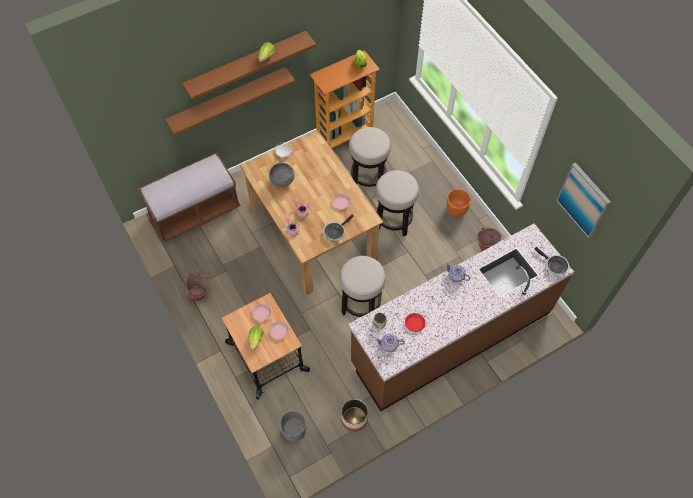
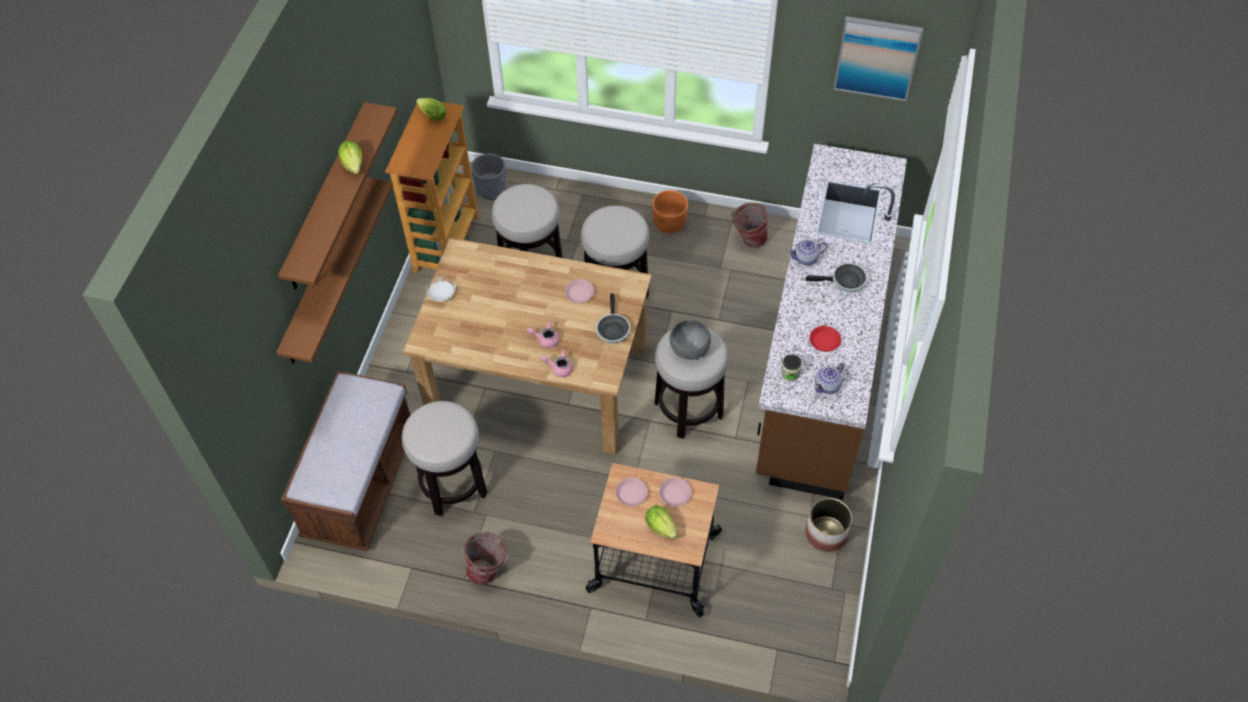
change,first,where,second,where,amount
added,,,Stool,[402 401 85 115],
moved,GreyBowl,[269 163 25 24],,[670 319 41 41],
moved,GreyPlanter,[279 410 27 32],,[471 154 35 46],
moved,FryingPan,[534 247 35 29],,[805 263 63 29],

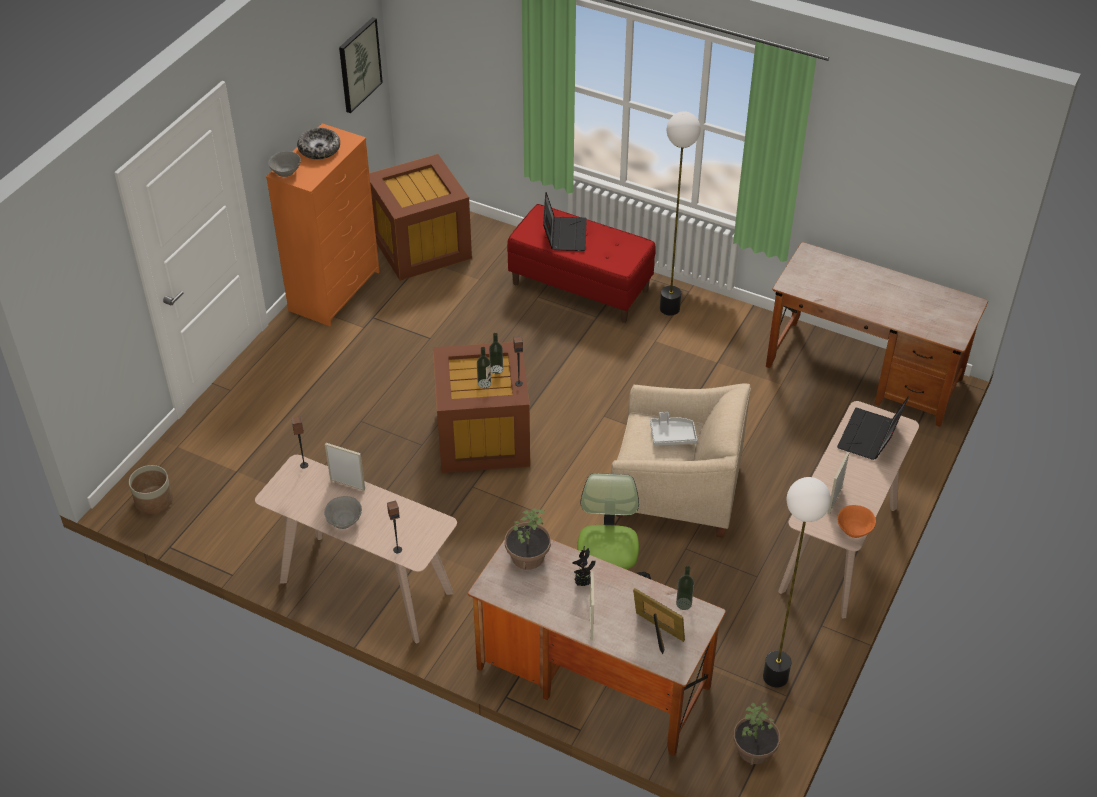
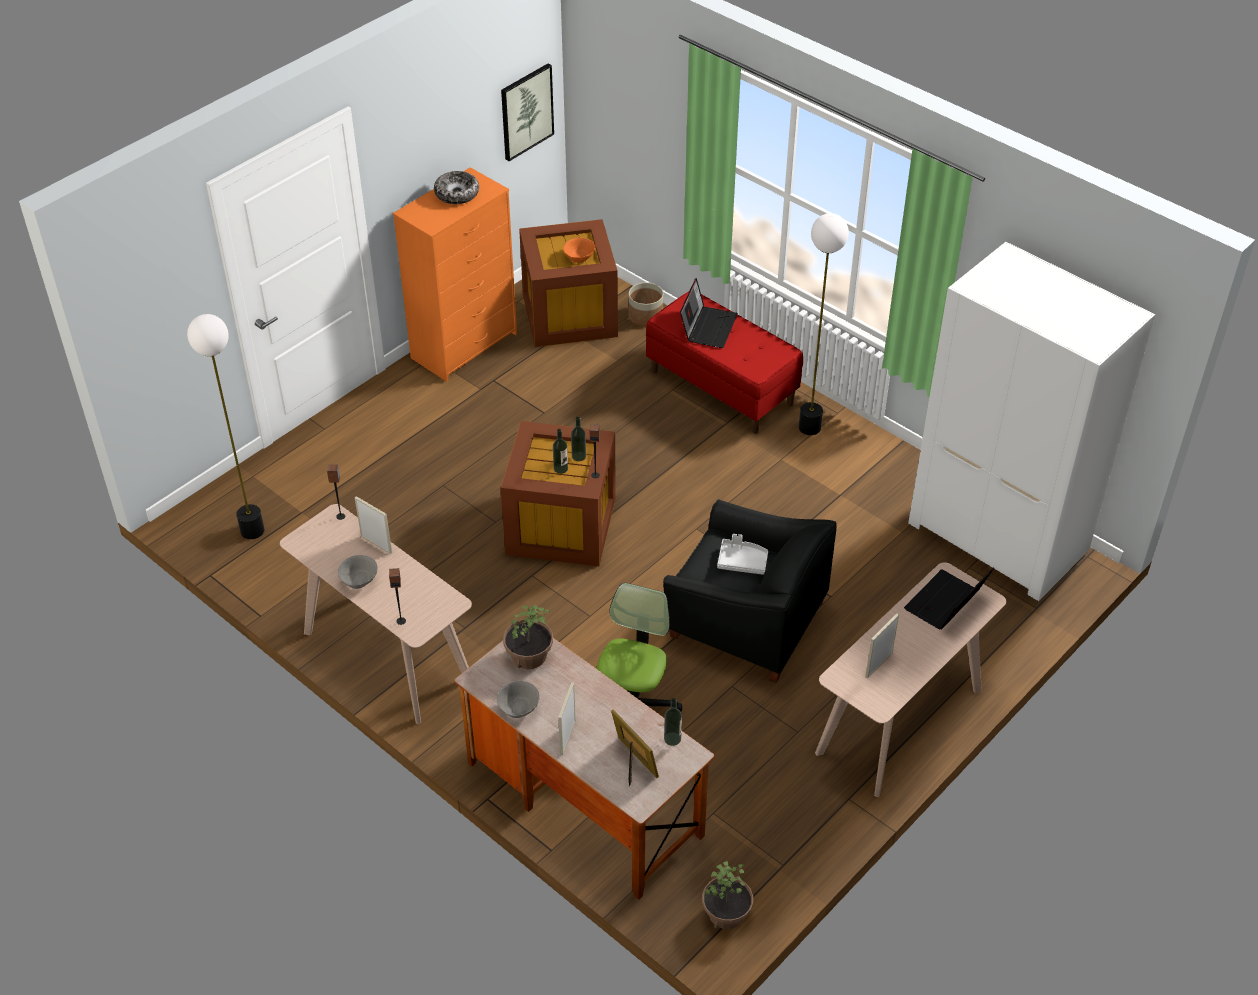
change,first,where,second,where,amount
removed,PottedPlant,[572 546 24 40],,,
moved,Planter,[129 465 44 49],,[629 283 34 44],
moved,GreyBowl,[268 151 33 26],,[497 681 43 37],
moved,FloorLamp,[763 477 68 210],,[187 314 78 225],
moved,OrangeBowl,[837 505 39 33],,[563 238 32 25],
replaced,Desk,[766 242 222 185],WhiteWardrobe,[908 242 247 359],
recoloured,BeigeArmchair,[611 383 140 155],BlackArmchair,[663 499 174 184],

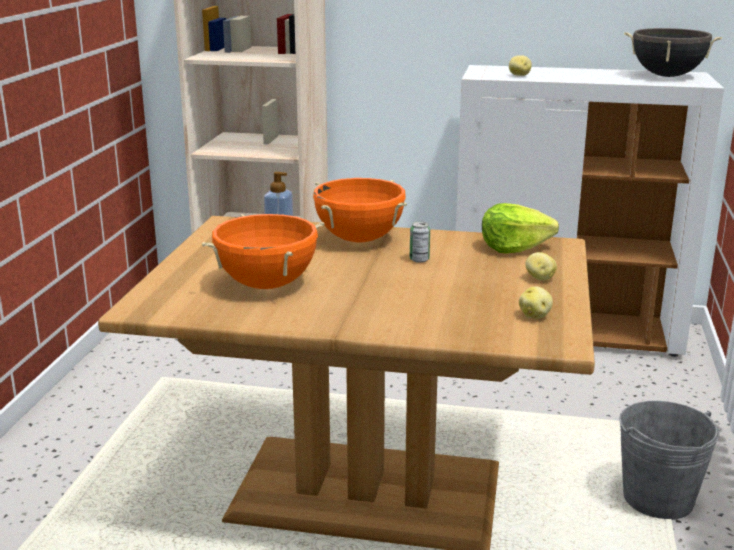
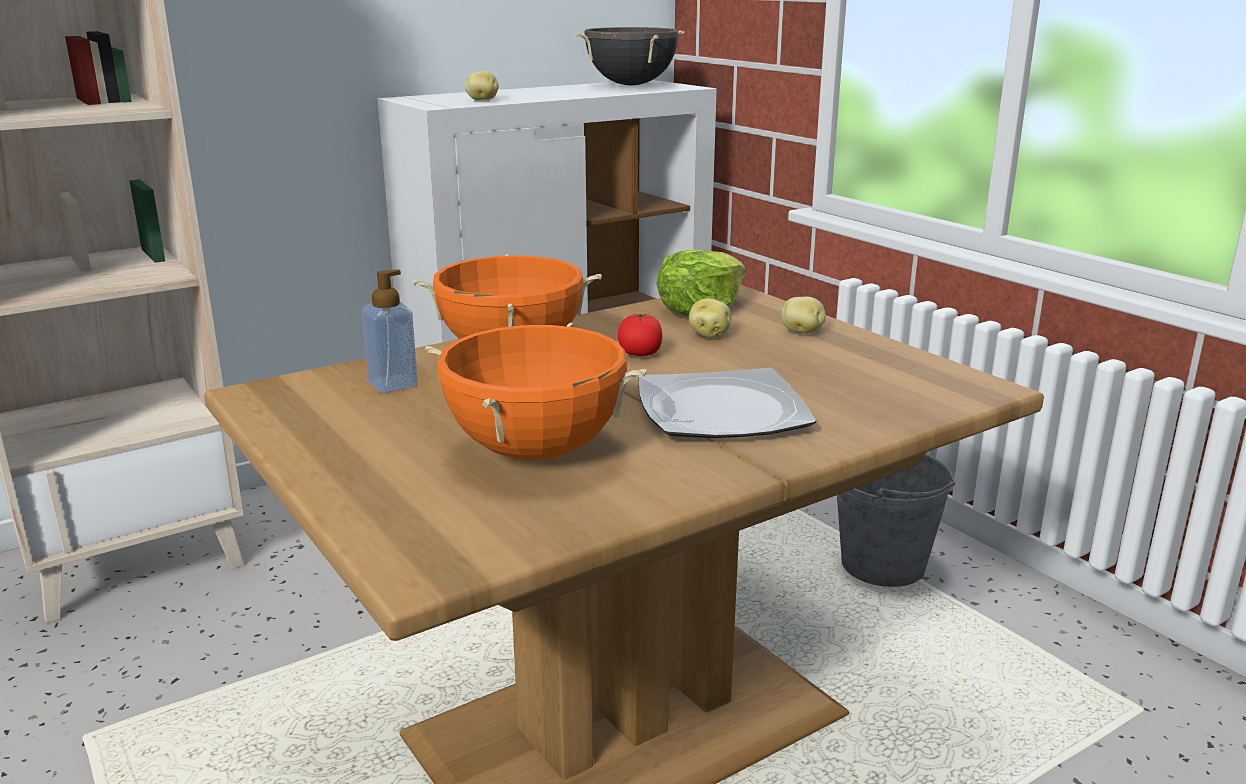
change,first,where,second,where,amount
added,,,Plate,[638 368 178 70],
moved,Potato,[519 286 34 33],,[689 298 42 40],
replaced,Can,[410 221 20 42],Tomato,[618 313 44 43],

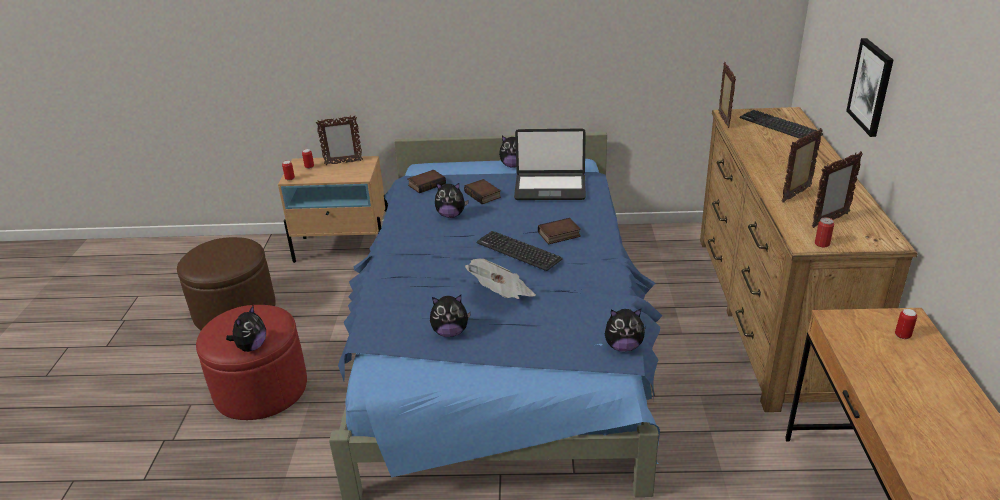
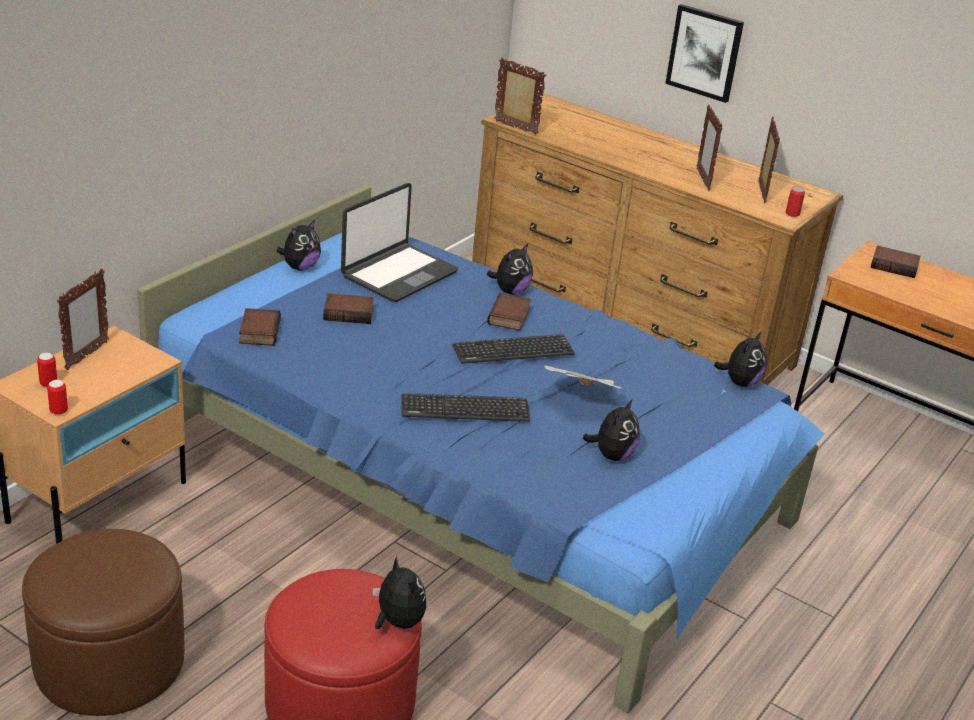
change,first,where,second,where,amount
moved,PlushToy,[435 183 34 35],,[487 244 46 51],
moved,Keyboard,[739 110 84 29],,[401 393 129 29],
replaced,Can,[895 309 22 30],Book,[871 246 49 32],

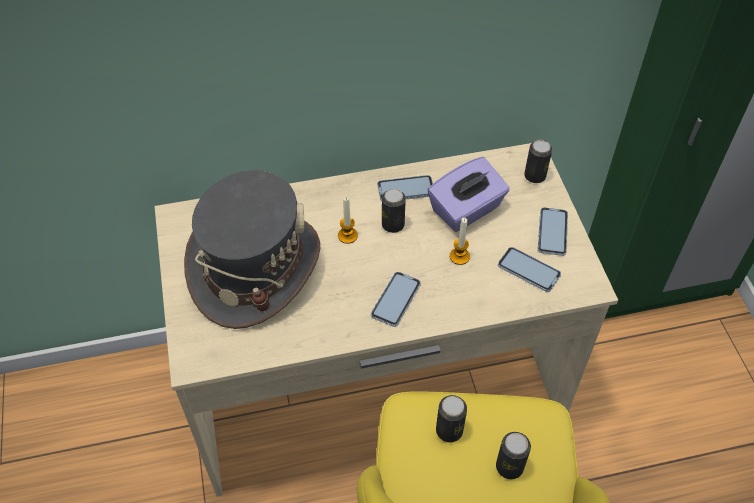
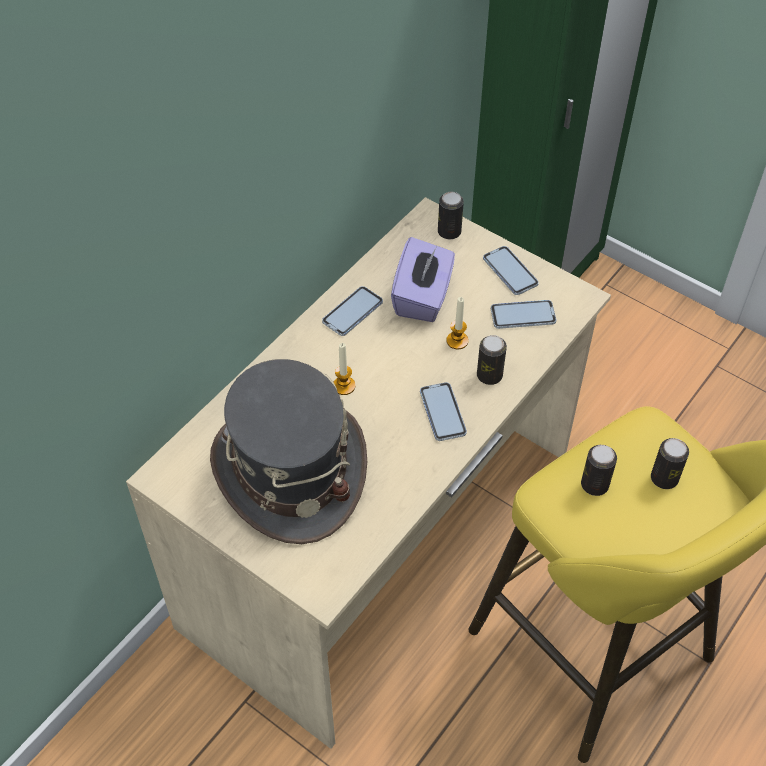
change,first,where,second,where,amount
moved,Can,[382 189 24 44],,[477 335 30 50],

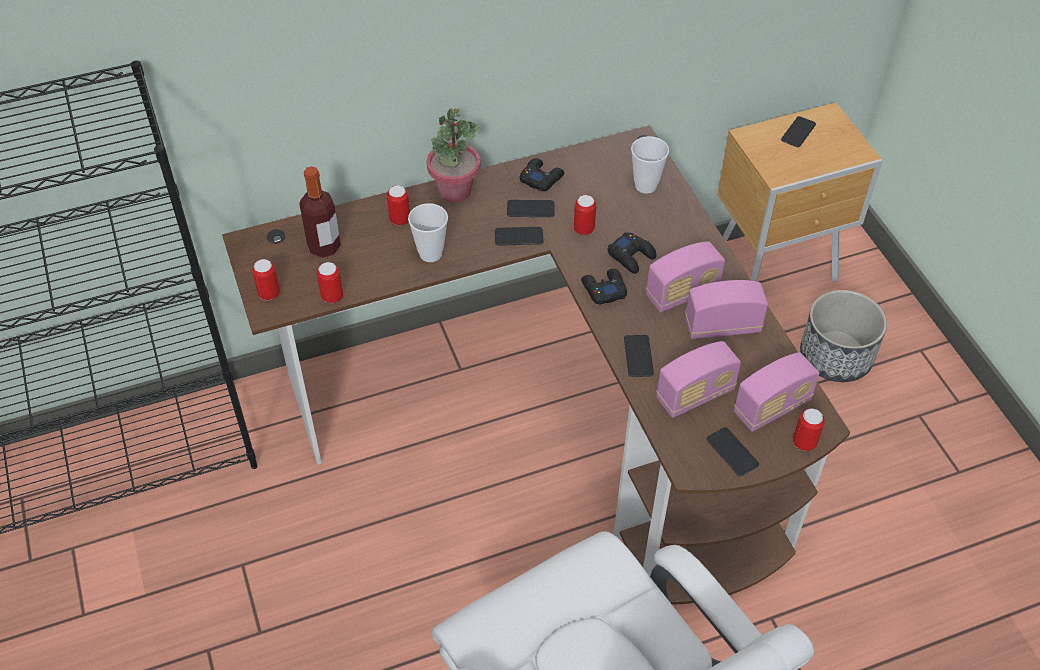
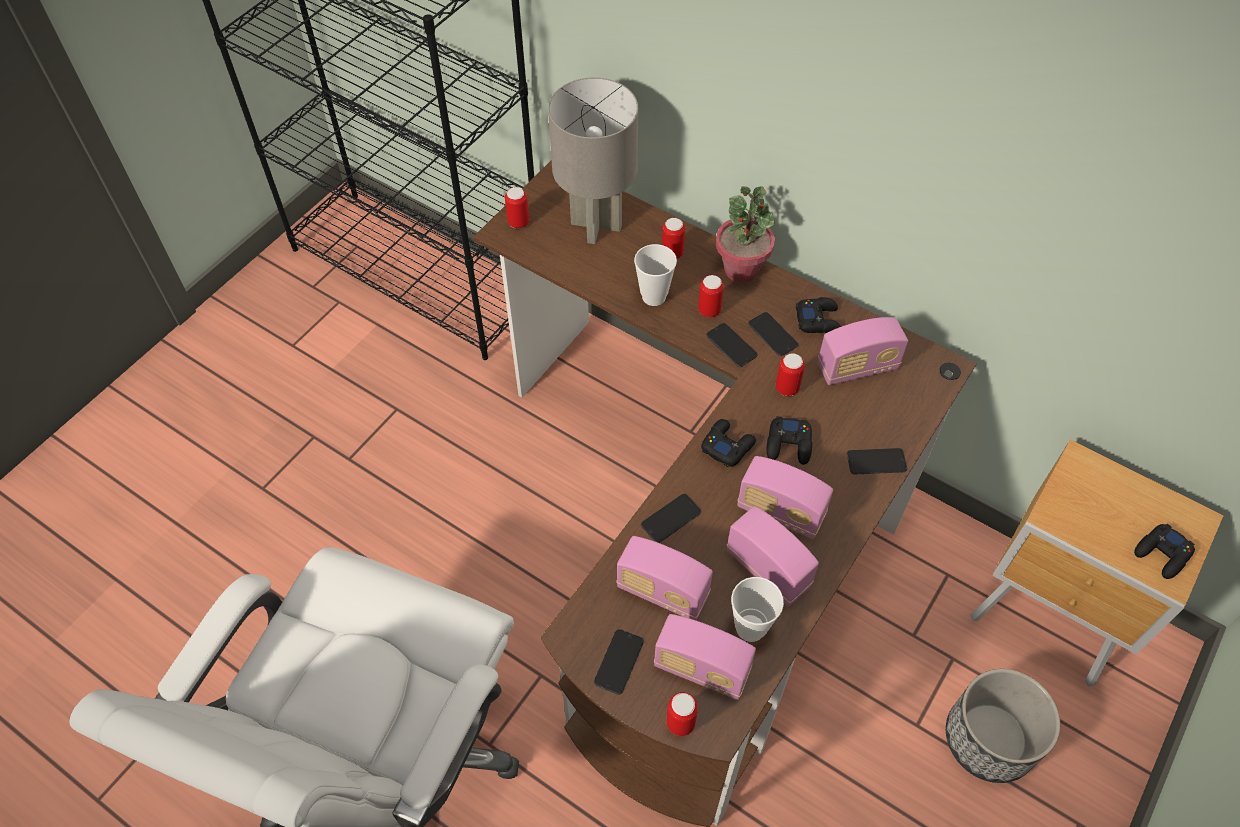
change,first,where,second,where,amount
added,,,Radio,[818 317 90 68],
added,,,BlackGameController,[1134 524 61 55],
moved,Can,[317 262 26 41],,[698 275 26 42],
moved,Cup,[631 136 38 58],,[731 577 53 65],
moved,Phone,[781 116 35 31],,[847 448 60 26],
replaced,Bottle,[299 166 42 92],GreyTableLamp,[548 77 91 167],

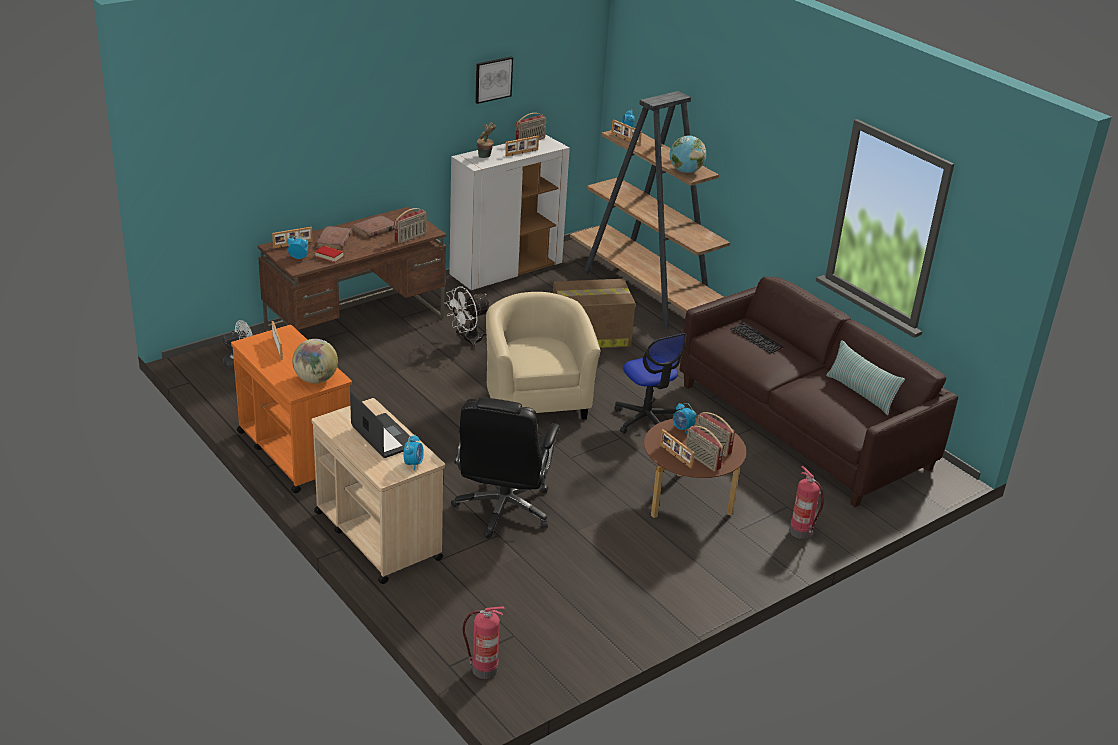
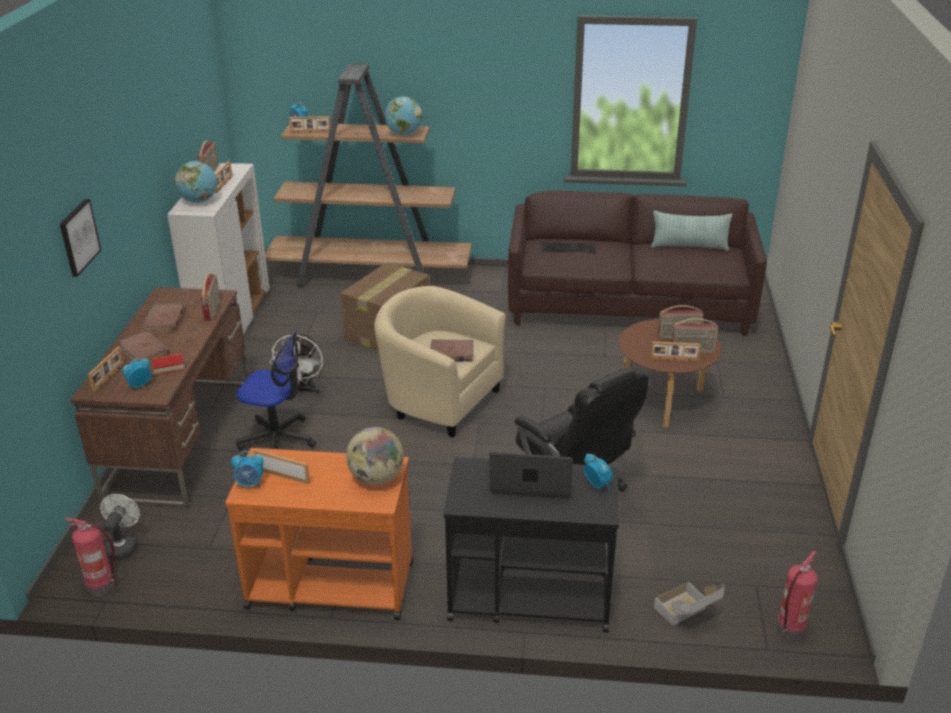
change,first,where,second,where,amount
added,,,BrownBook,[430 339 44 23],
added,,,CardboardBox,[654 582 71 44],
moved,Picture,[475 57 38 47],,[60 199 41 78],
moved,OfficeChair,[615 333 72 101],,[236 328 80 122],
moved,AlarmClock,[673 403 23 31],,[231 451 33 37],
moved,FireExtinguisher,[790 466 34 73],,[64 517 50 79],
replaced,PottedPlant,[477 122 19 36],Globe,[175 161 42 42],
recoloured,BeigeCart,[311 398 134 186],BlackCart,[444 457 175 175],

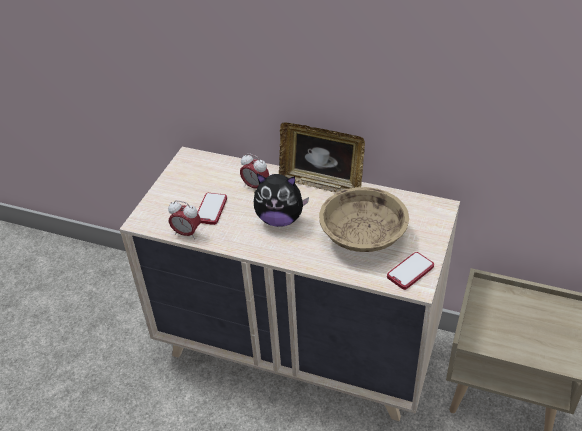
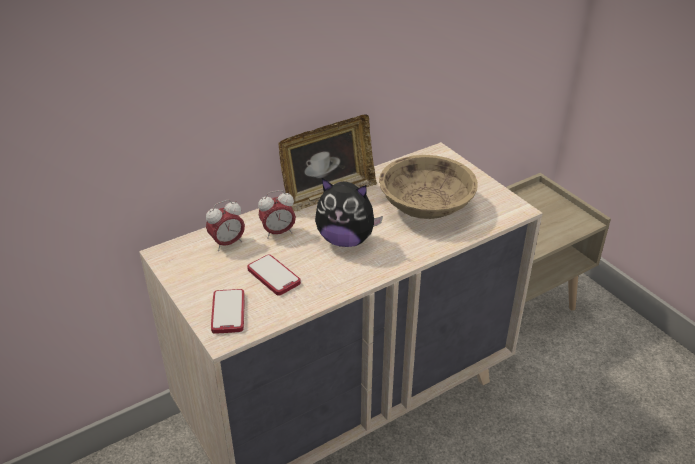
change,first,where,second,where,amount
moved,AlarmClock,[168 200 33 39],,[206 200 39 51],
moved,Phone,[387 252 47 38],,[211 289 34 45],
turned,PlushToy,[254 174 55 53],,[315 178 68 69],60 degrees clockwise

